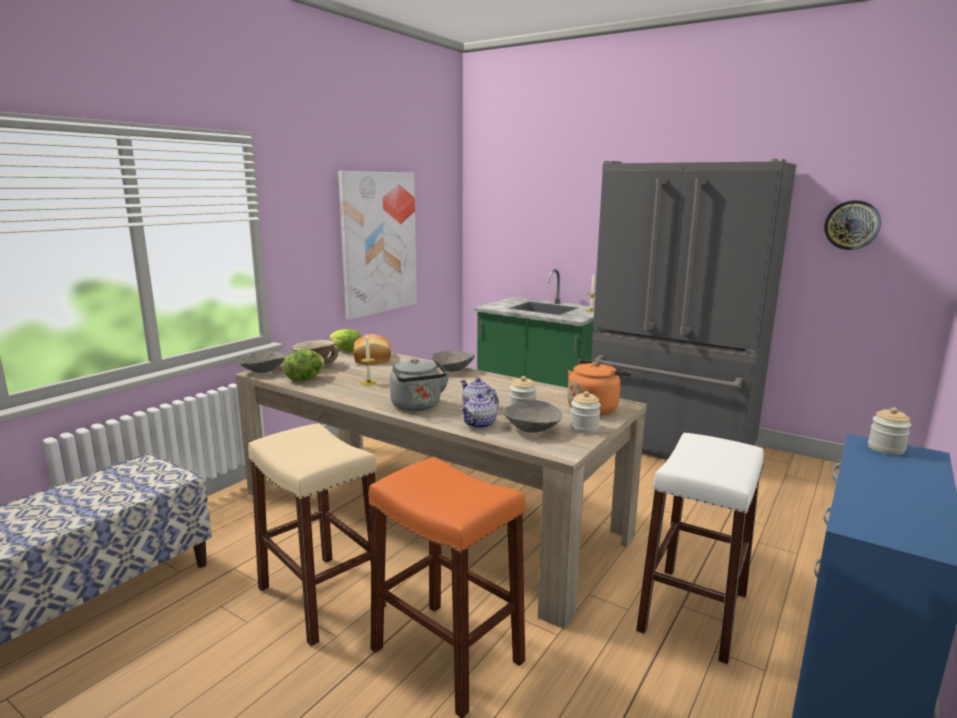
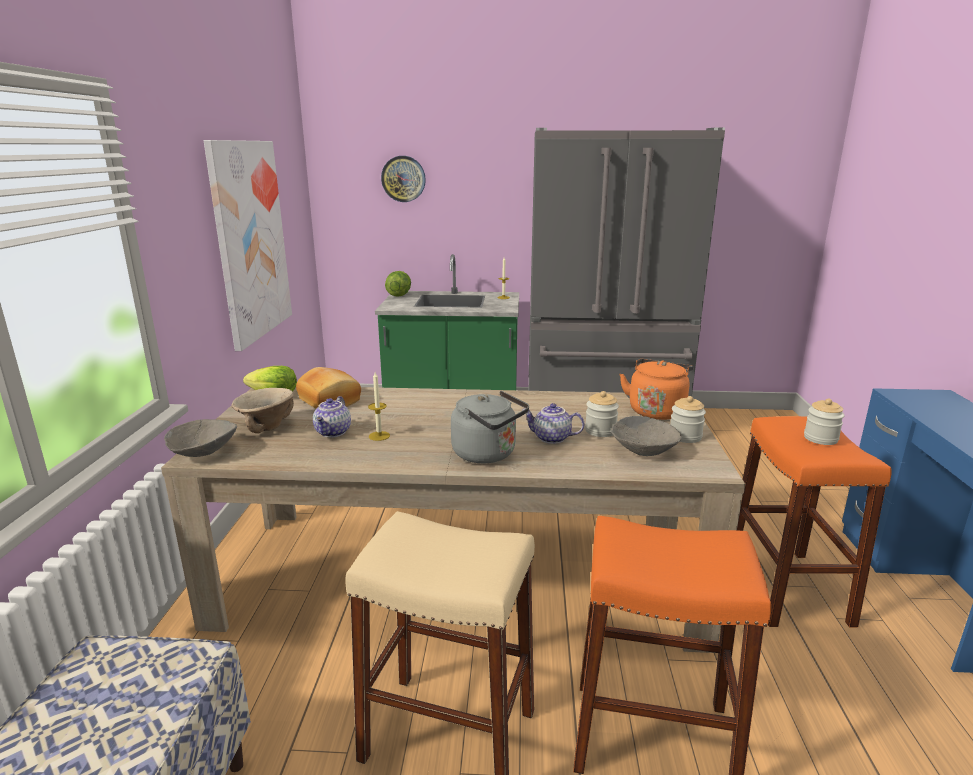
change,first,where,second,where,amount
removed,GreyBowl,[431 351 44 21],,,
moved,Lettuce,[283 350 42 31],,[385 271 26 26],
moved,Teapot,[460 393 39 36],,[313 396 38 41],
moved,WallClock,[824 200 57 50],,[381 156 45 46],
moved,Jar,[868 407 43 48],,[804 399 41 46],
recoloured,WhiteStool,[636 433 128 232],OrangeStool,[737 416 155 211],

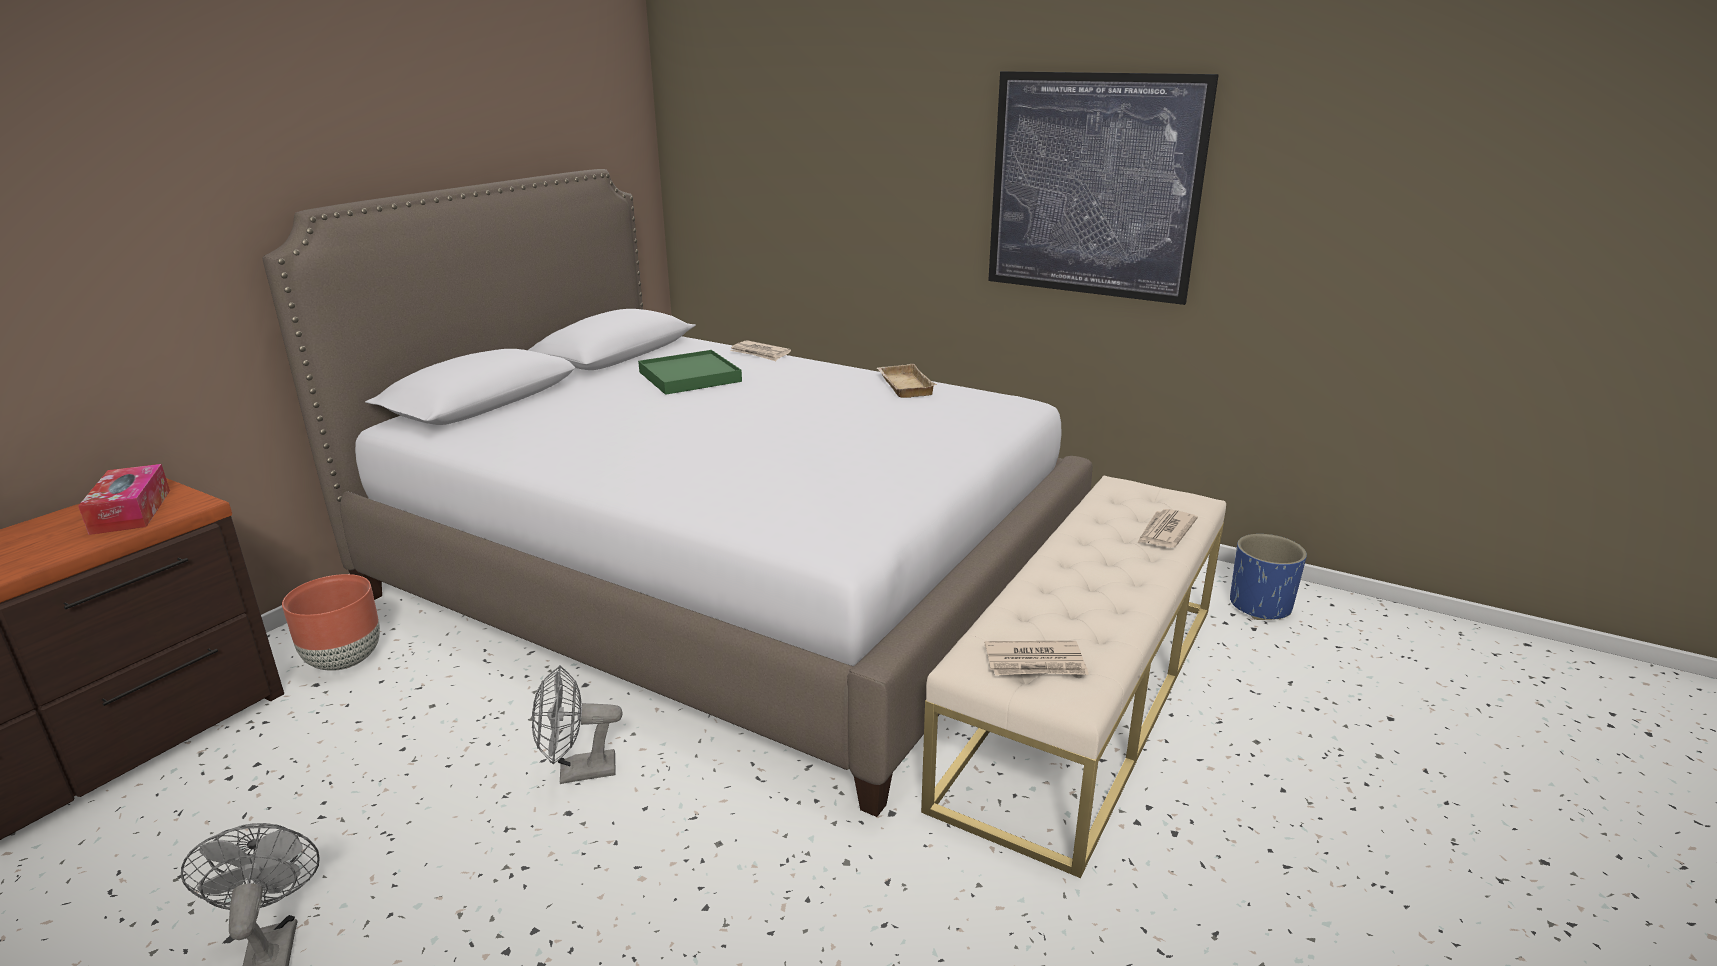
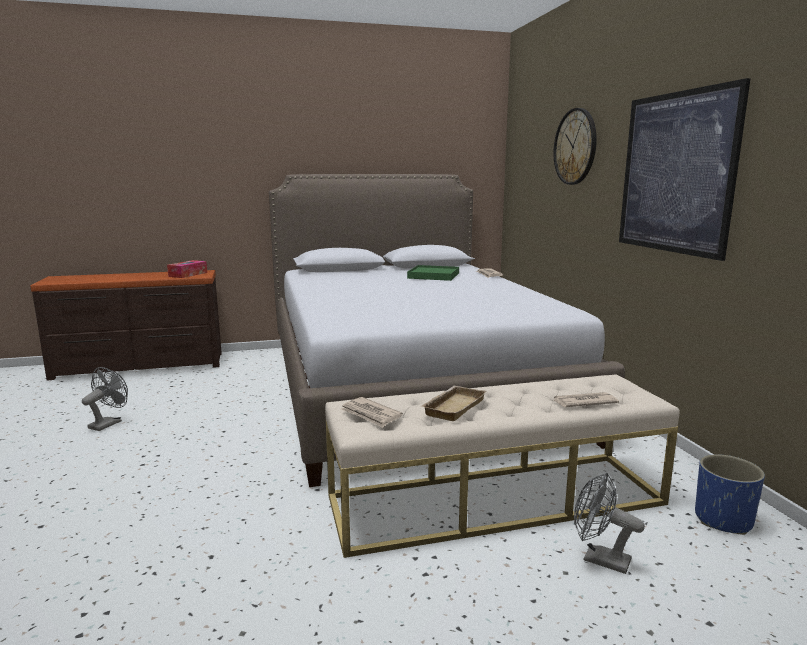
change,first,where,second,where,amount
removed,BrownPlanter,[282 574 98 97],,,
added,,,WallClock,[553 108 44 77],
moved,GreyFan,[532 665 90 119],,[574 473 71 101],
moved,BeigeTray,[877 364 60 34],,[422 386 64 35],

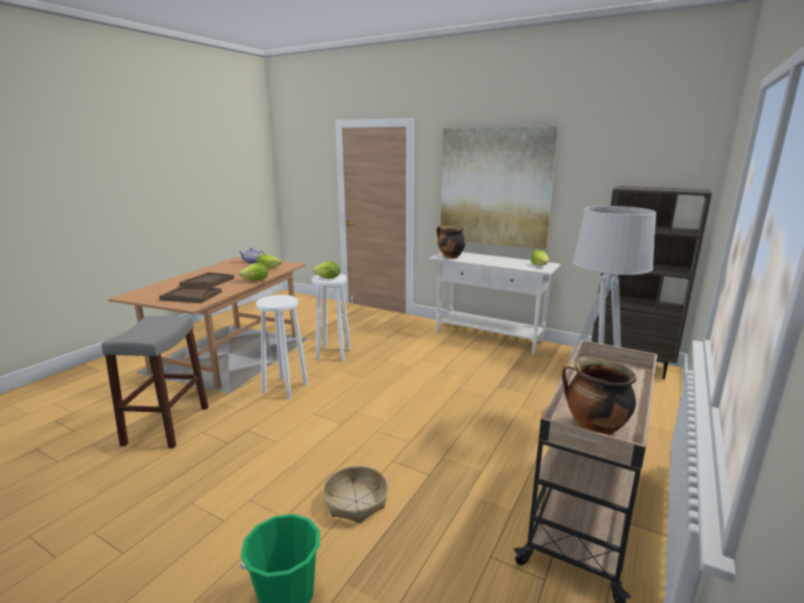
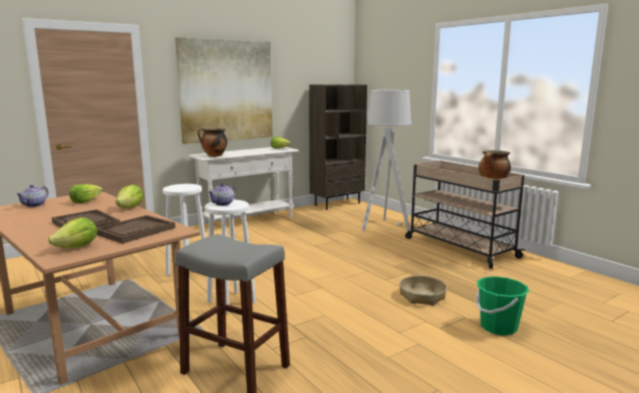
change,first,where,second,where,amount
added,,,Teapot,[208 183 28 23],
moved,Lettuce,[313 261 27 17],,[48 217 49 32],

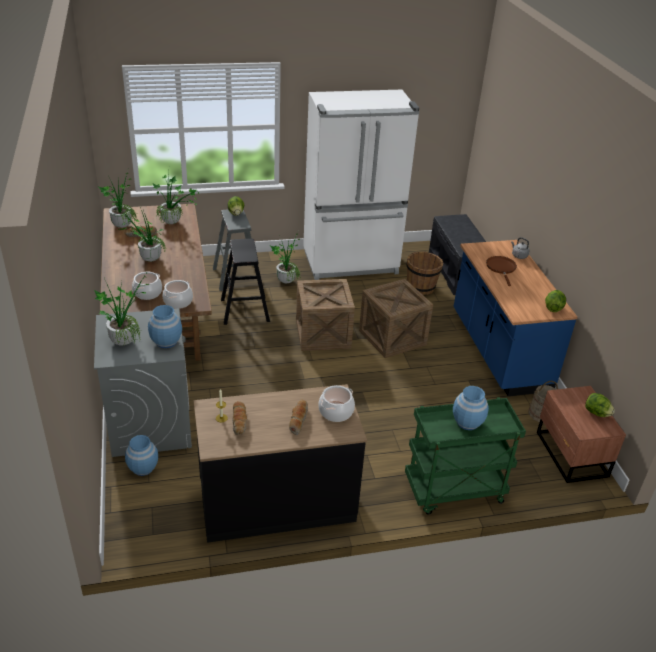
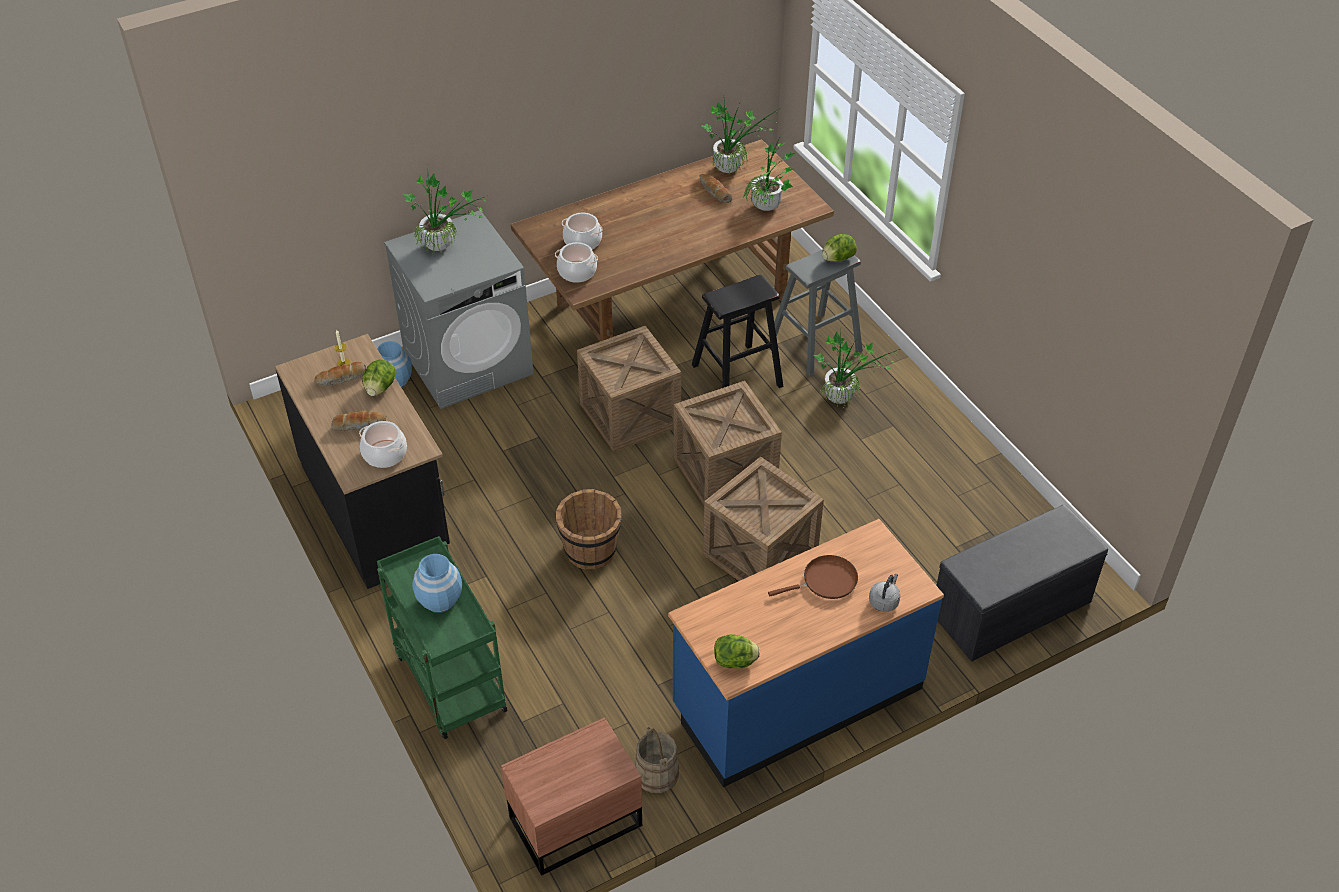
change,first,where,second,where,amount
removed,PottedPlant,[119 207 48 55],,,
removed,BlueVase,[148 305 34 43],,,
removed,WhiteFridge,[303 90 116 190],,,
added,,,Crate,[577 326 104 126],
moved,BrownBucket,[407 252 36 43],,[556 489 66 81],
moved,Lettuce,[585 393 30 24],,[362 359 35 37],

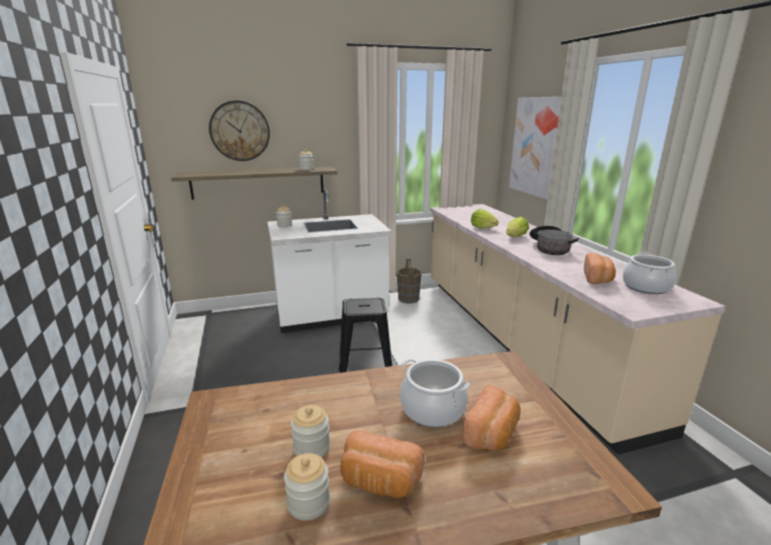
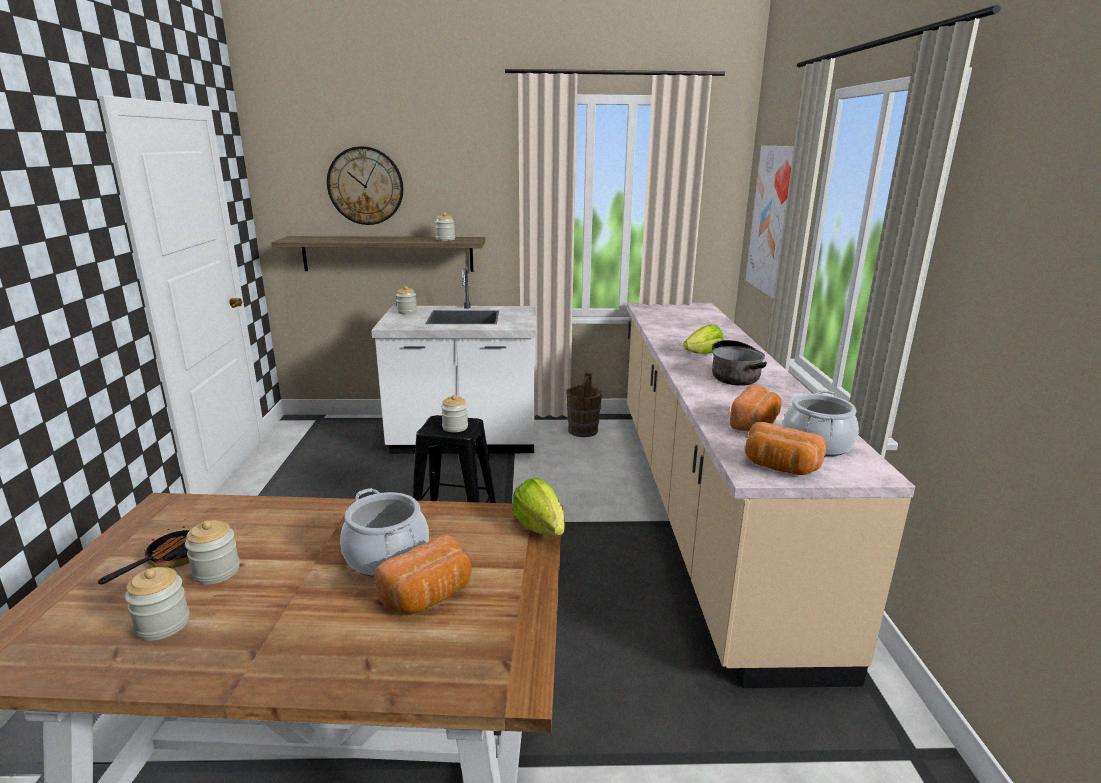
change,first,where,second,where,amount
added,,,FryingPan,[98 526 92 58],
added,,,Jar,[441 395 27 37],
moved,Bread,[340 430 85 68],,[745 422 81 53],
moved,Lettuce,[471 209 28 19],,[512 479 53 57],

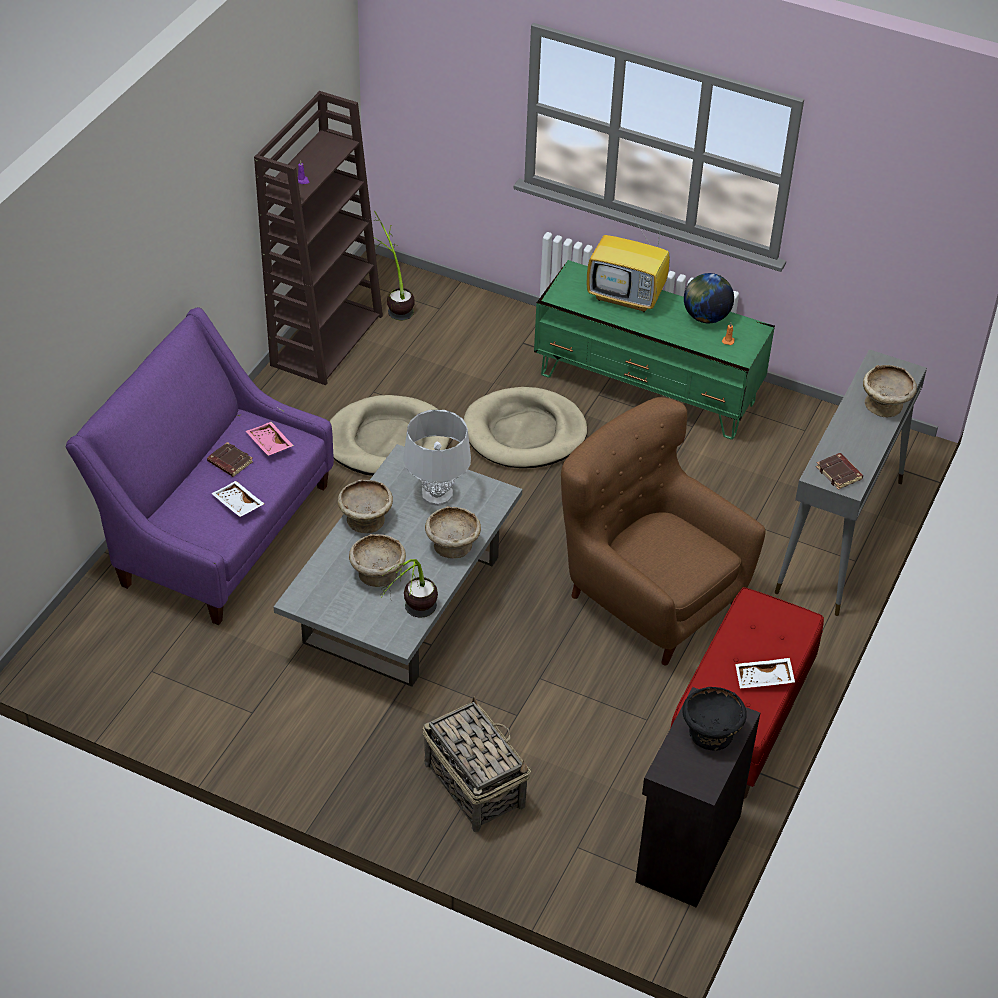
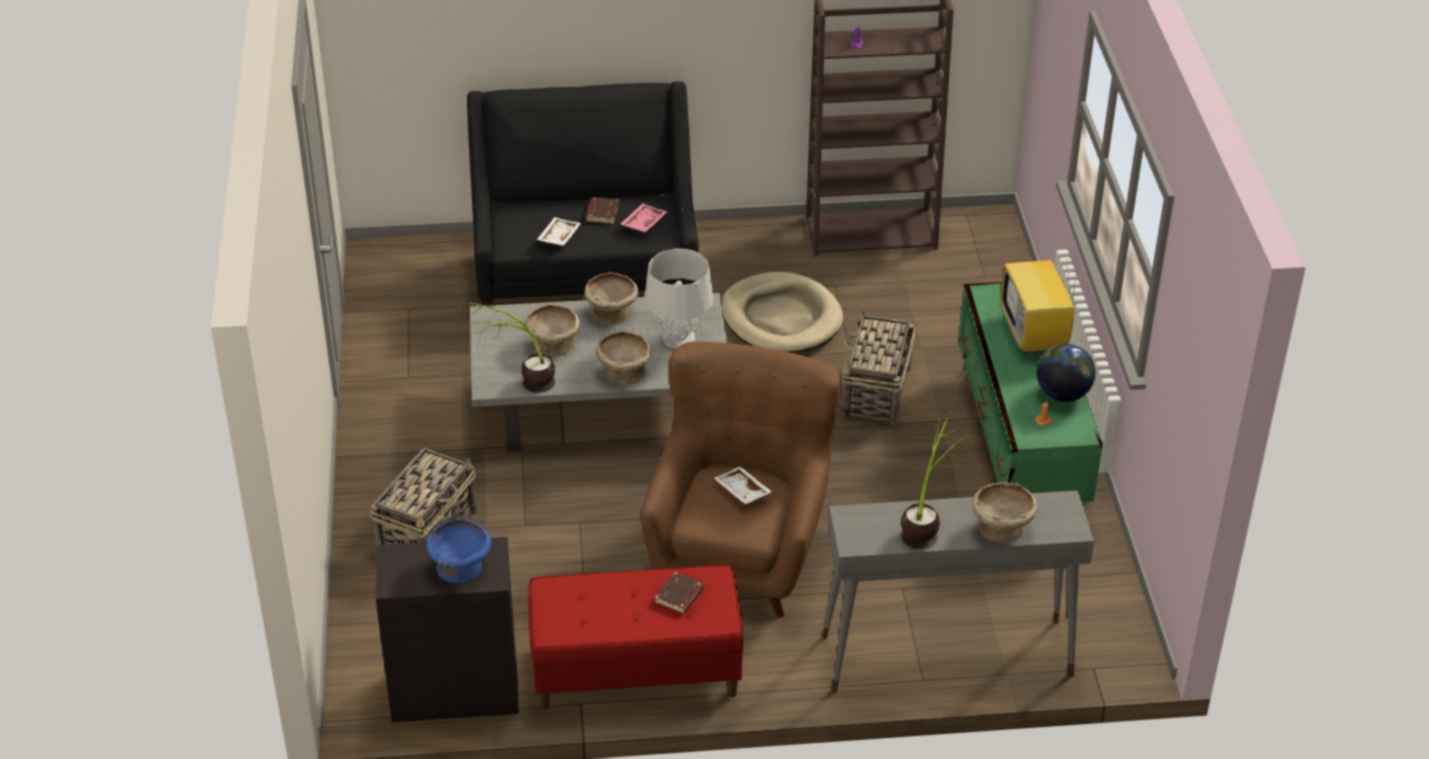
change,first,where,second,where,amount
moved,PottedPlant,[374 211 41 109],,[901 398 69 151],
moved,WhiteTray,[735 658 60 30],,[714 466 58 38],
moved,BrownBook,[816 453 47 37],,[655 572 50 42],
replaced,BeigeDogBed,[464 387 123 81],Basket,[841 311 74 114],
recoloured,PurpleSofa,[65 307 269 318],BlackSofa,[467 81 232 225],
recoloured,BlackBowl,[682 687 65 64],BlueBowl,[427 518 64 65],

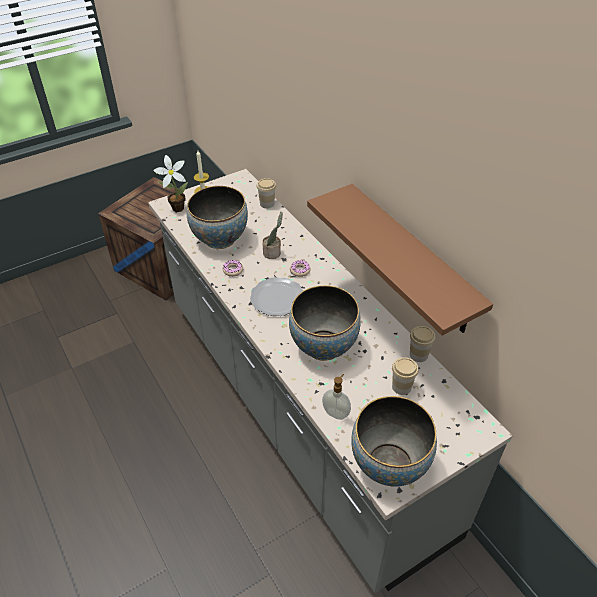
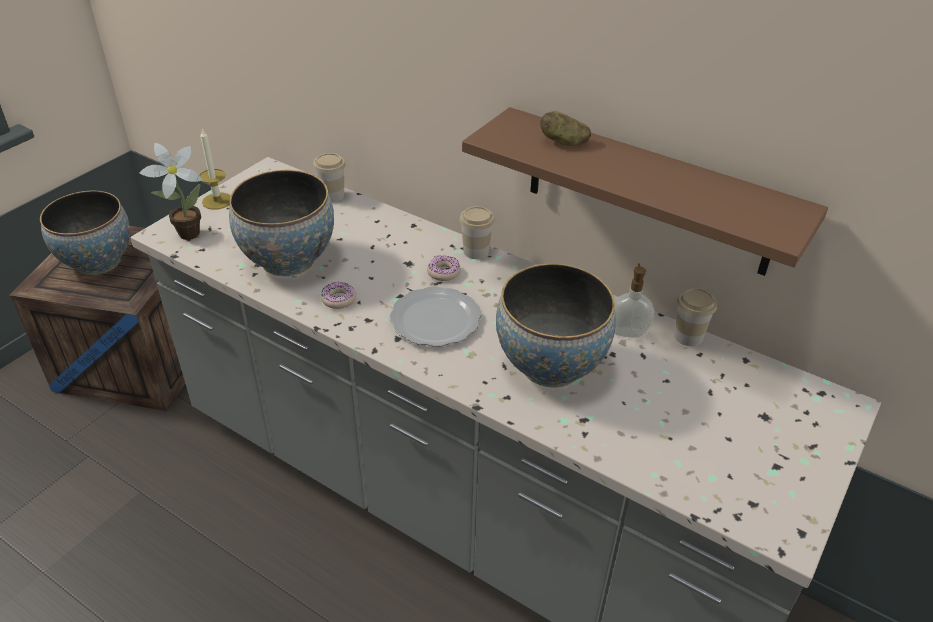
change,first,where,second,where,amount
removed,PottedPlant,[262 212 21 47],,,
added,,,Potato,[540 111 51 35],
moved,SoapDispenser,[322 374 29 46],,[615 263 39 74],
moved,Bowl,[351 396 86 91],,[40 191 90 84],
moved,Cup,[392 357 27 38],,[459 206 35 53],

